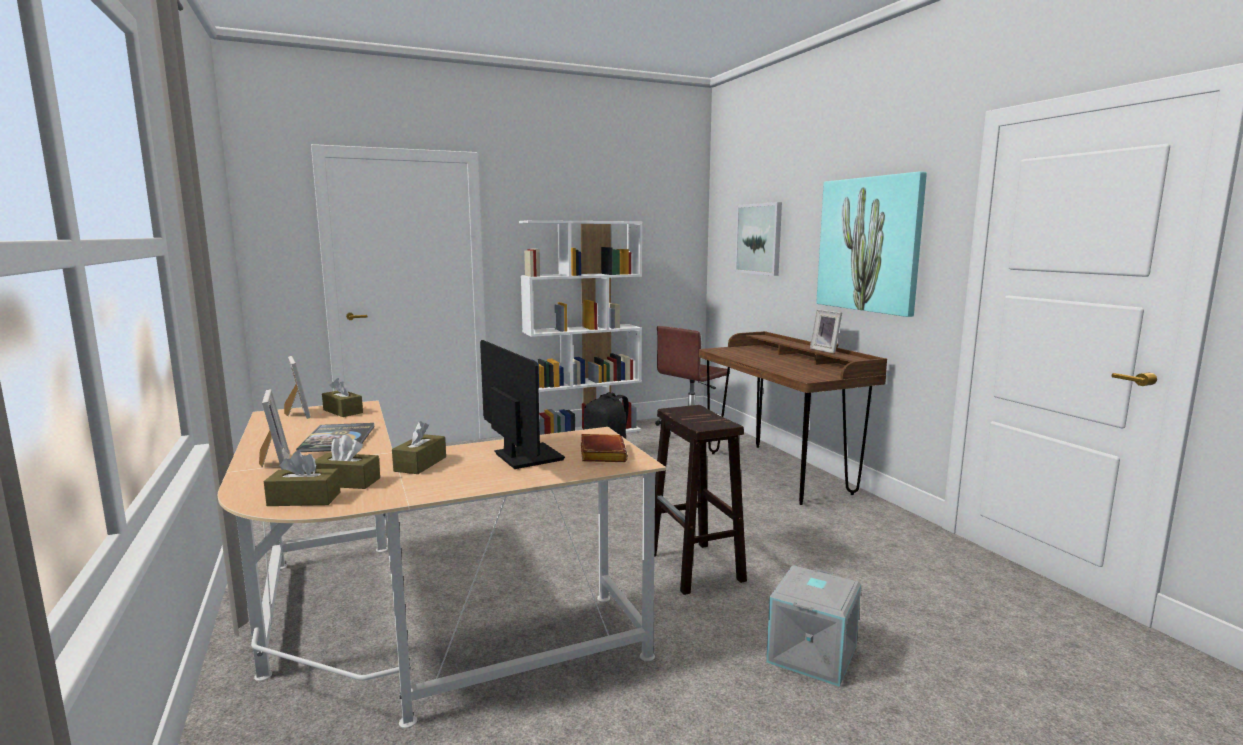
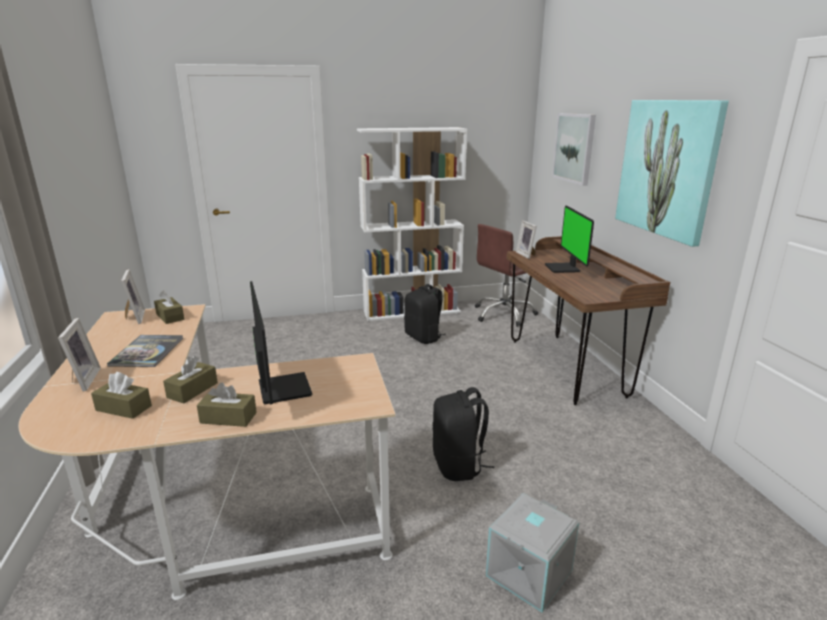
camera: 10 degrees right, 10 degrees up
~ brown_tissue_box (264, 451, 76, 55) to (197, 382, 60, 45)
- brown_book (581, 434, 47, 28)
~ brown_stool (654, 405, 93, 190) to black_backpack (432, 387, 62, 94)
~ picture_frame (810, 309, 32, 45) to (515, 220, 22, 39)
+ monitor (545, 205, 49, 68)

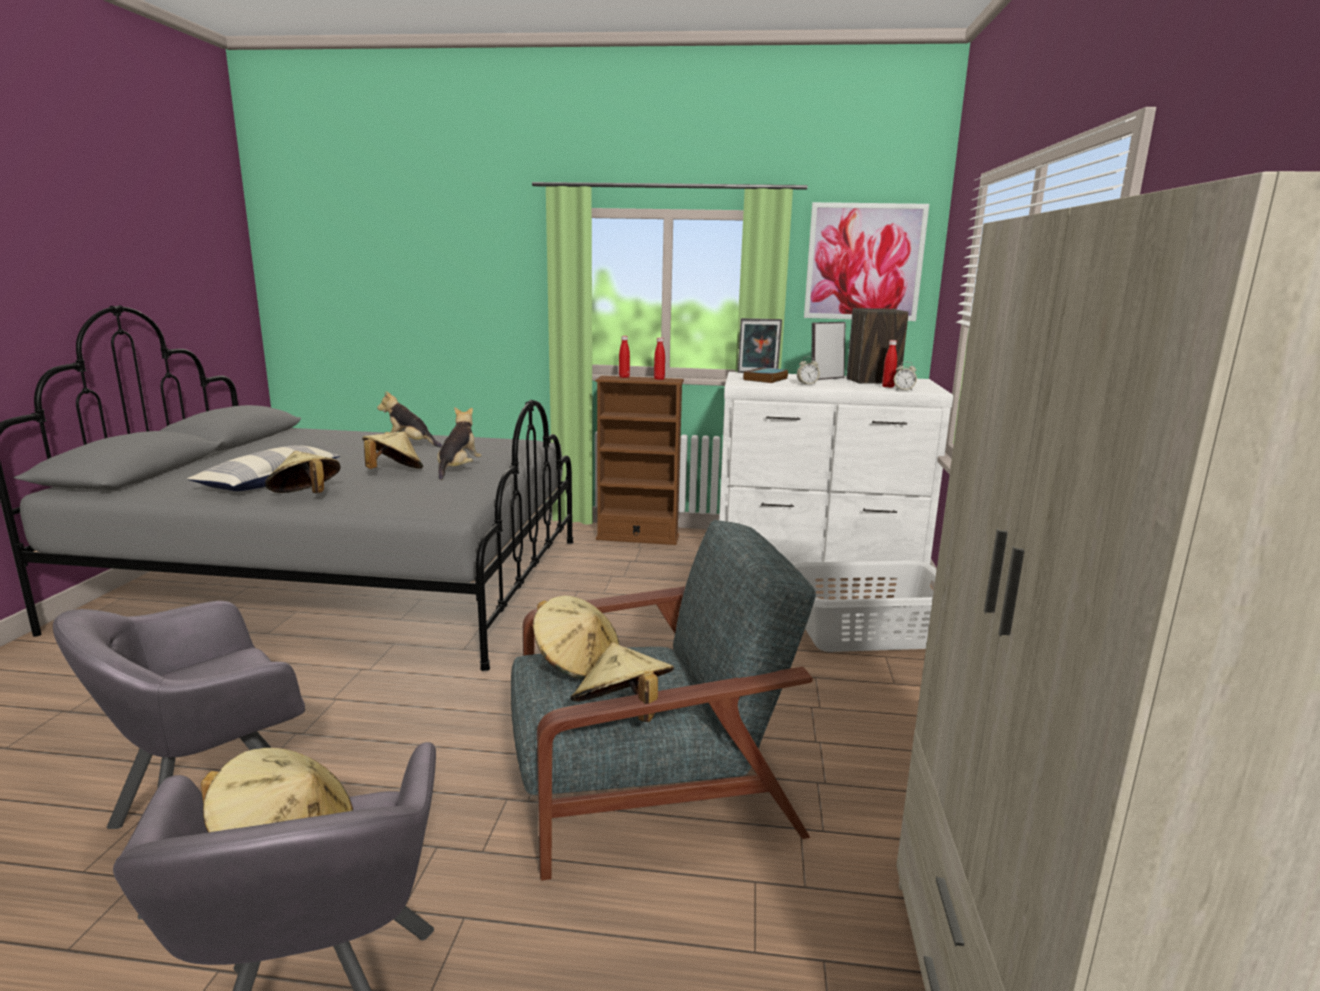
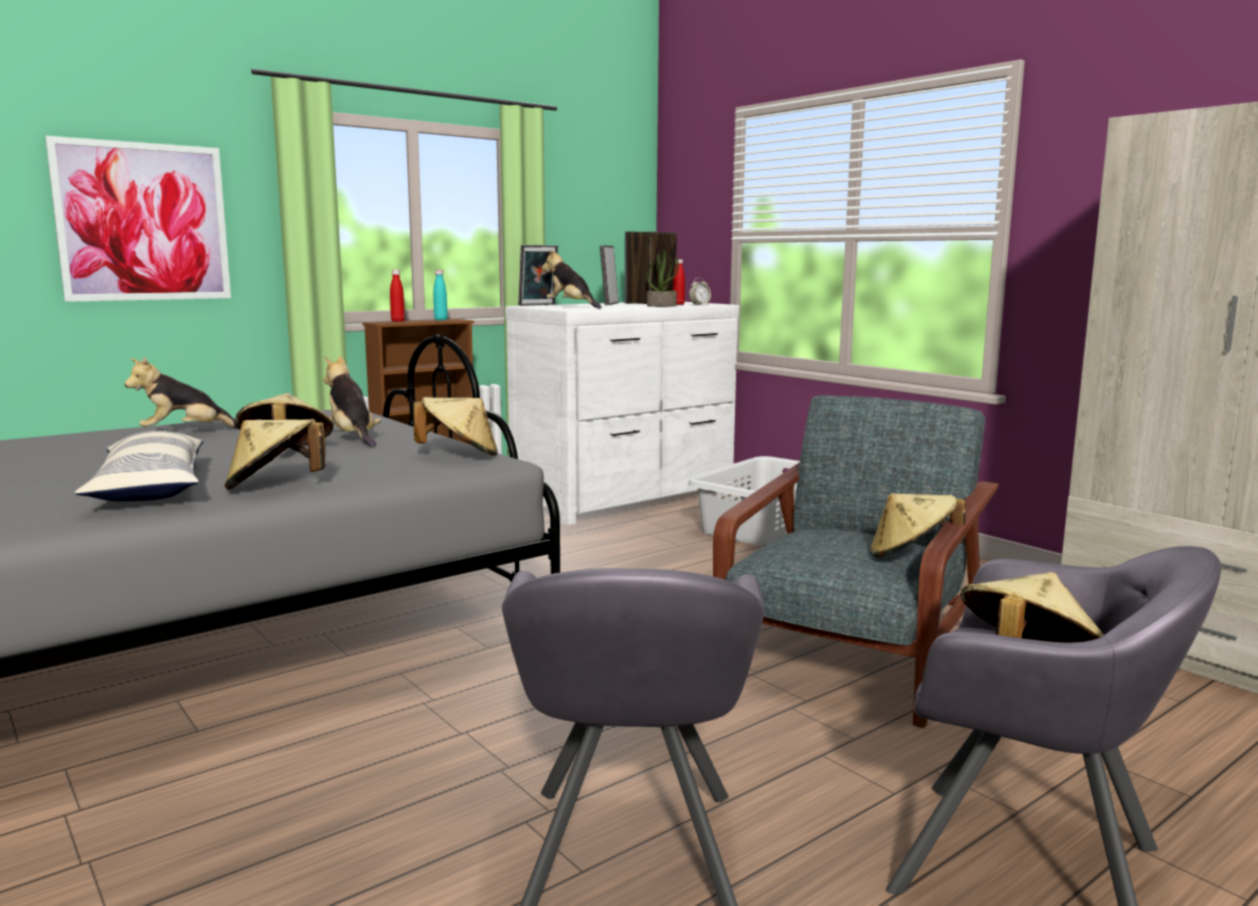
camera: 45 degrees left, 5 degrees down
~ beige_hat (533, 595, 86, 85) to (413, 397, 85, 59)
~ red_bottle (654, 337, 11, 43) to turquoise_bottle (433, 270, 15, 50)
~ book (743, 367, 45, 16) to plush_toy (542, 249, 60, 60)
- alarm_clock (797, 357, 23, 28)
~ picture (804, 202, 125, 119) to (45, 136, 186, 166)
+ potted_plant (647, 250, 32, 57)

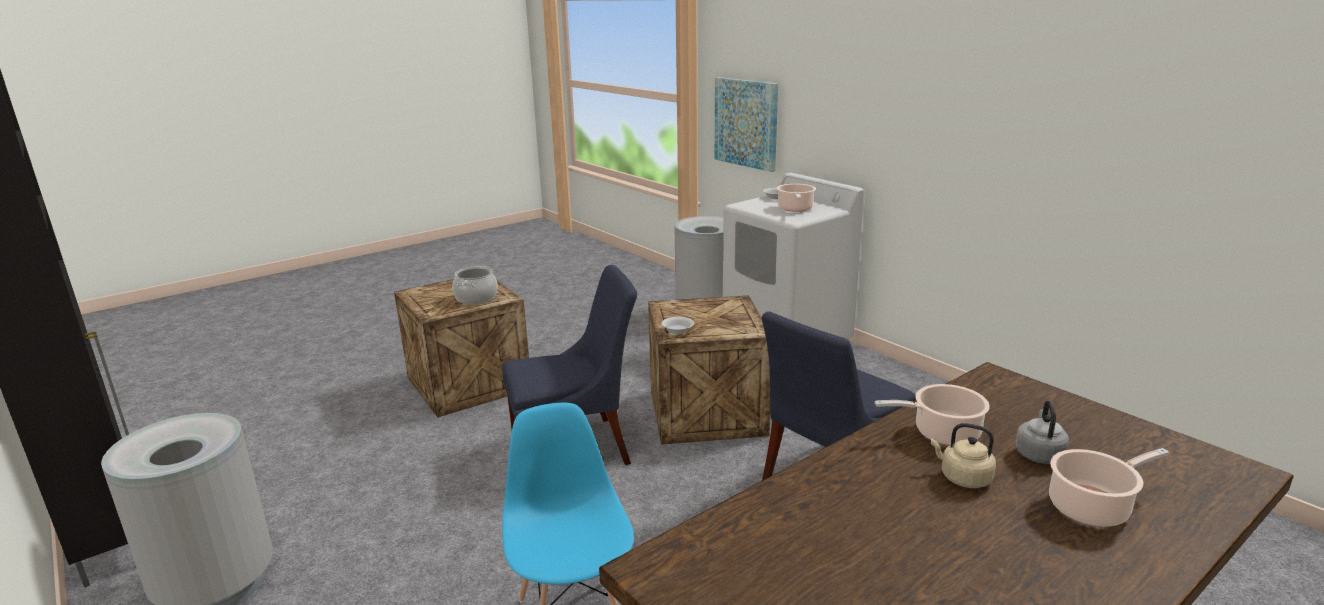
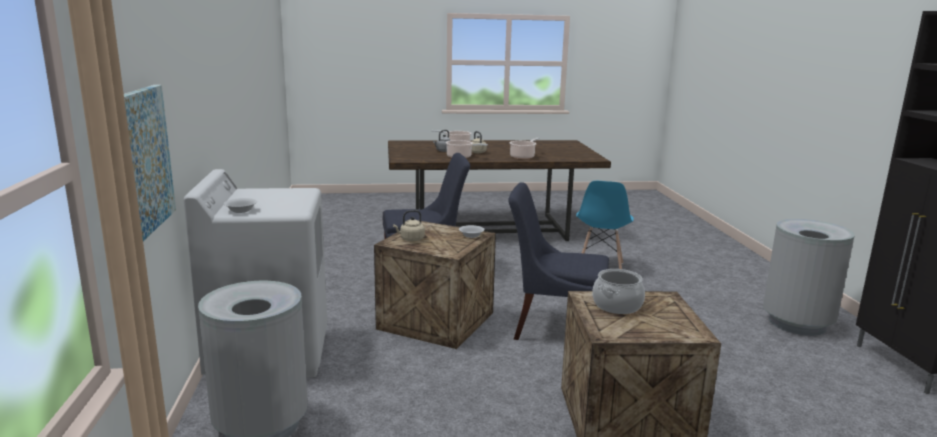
camera: 150 degrees left, 5 degrees down
~ cooking_pot (777, 184, 39, 28) to (509, 138, 31, 21)
+ beige_kettle (393, 210, 32, 31)

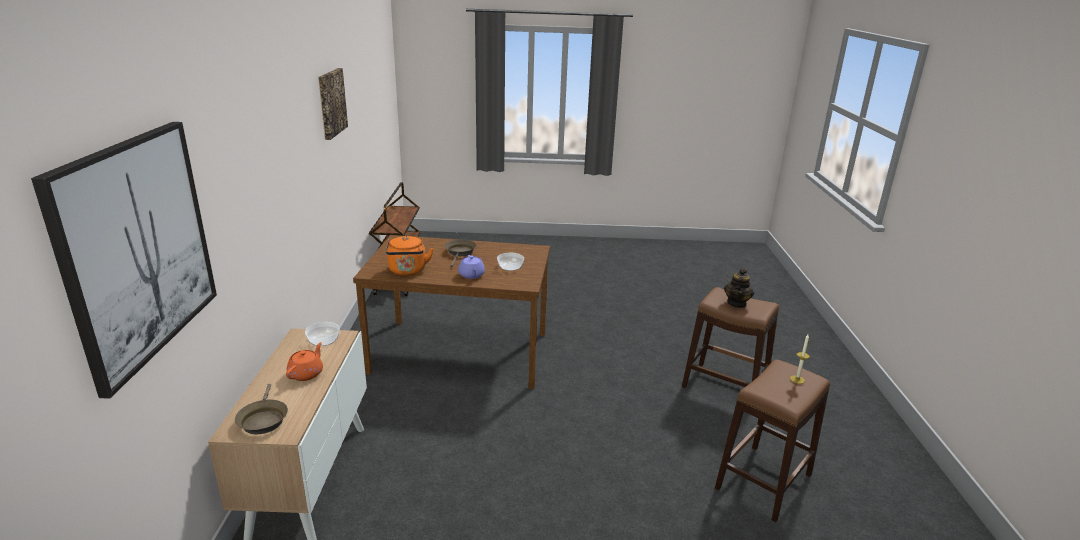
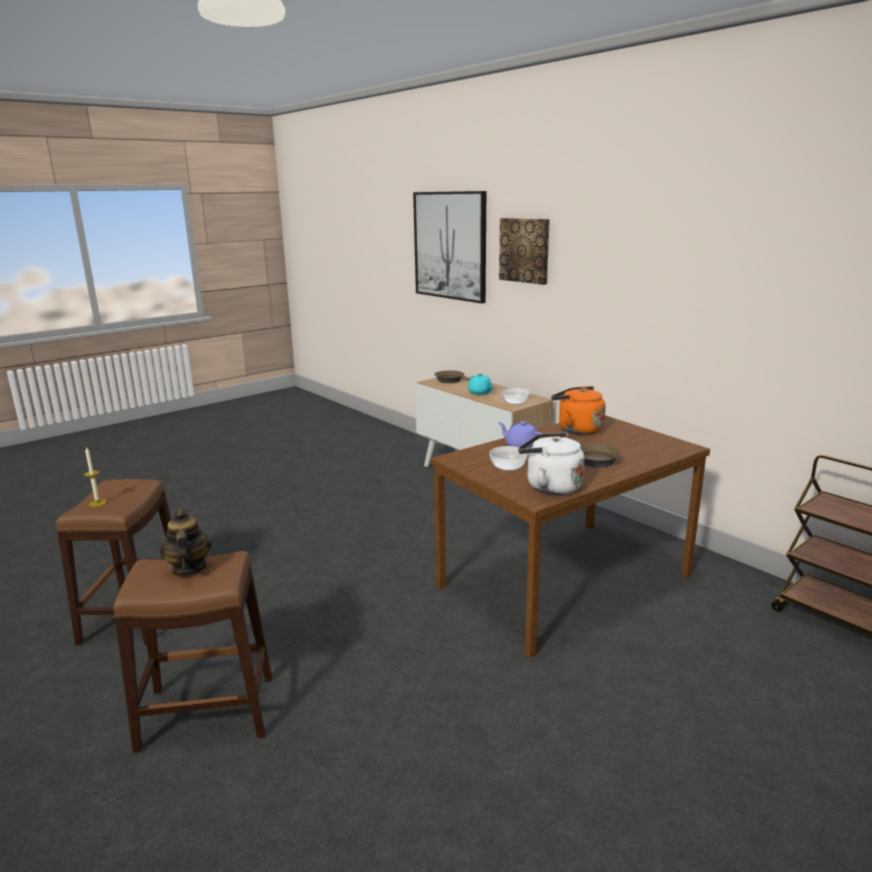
camera: 140 degrees right, 5 degrees down
~ orange_teapot (286, 342, 37, 39) to turquoise_teapot (468, 373, 25, 22)
~ picture (318, 68, 30, 72) to (499, 218, 51, 67)
+ white_kettle (518, 433, 67, 62)

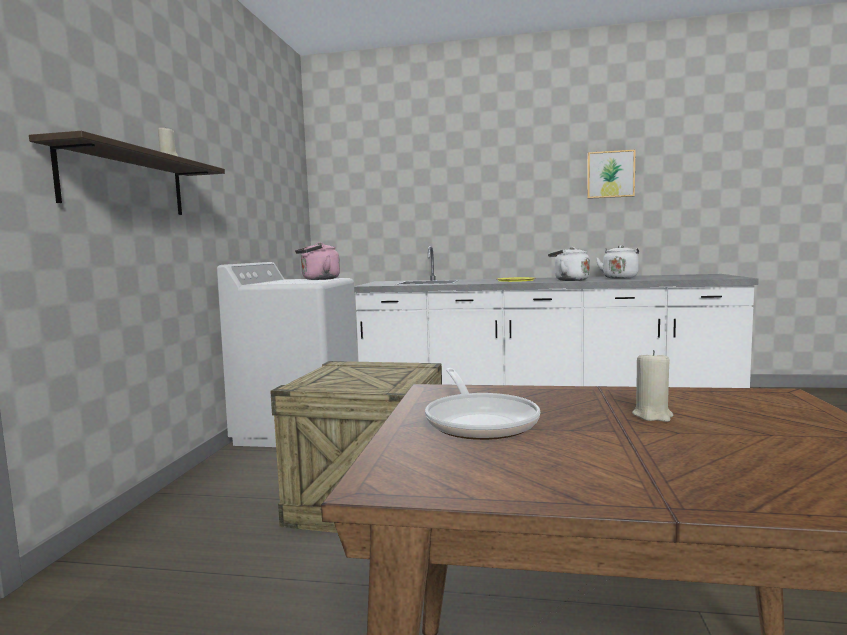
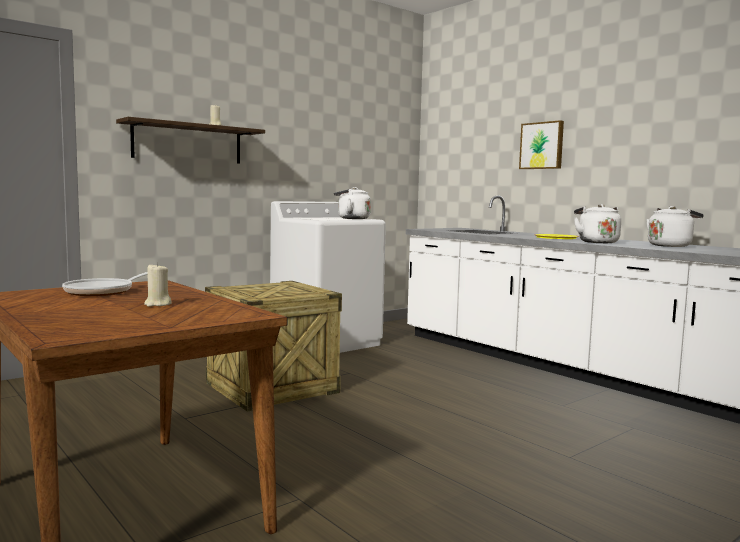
camera: 40 degrees right, 0 degrees up
~ pink_kettle (295, 242, 45, 38) to white_kettle (334, 187, 37, 32)
~ picture (587, 150, 49, 49) to (519, 120, 45, 49)

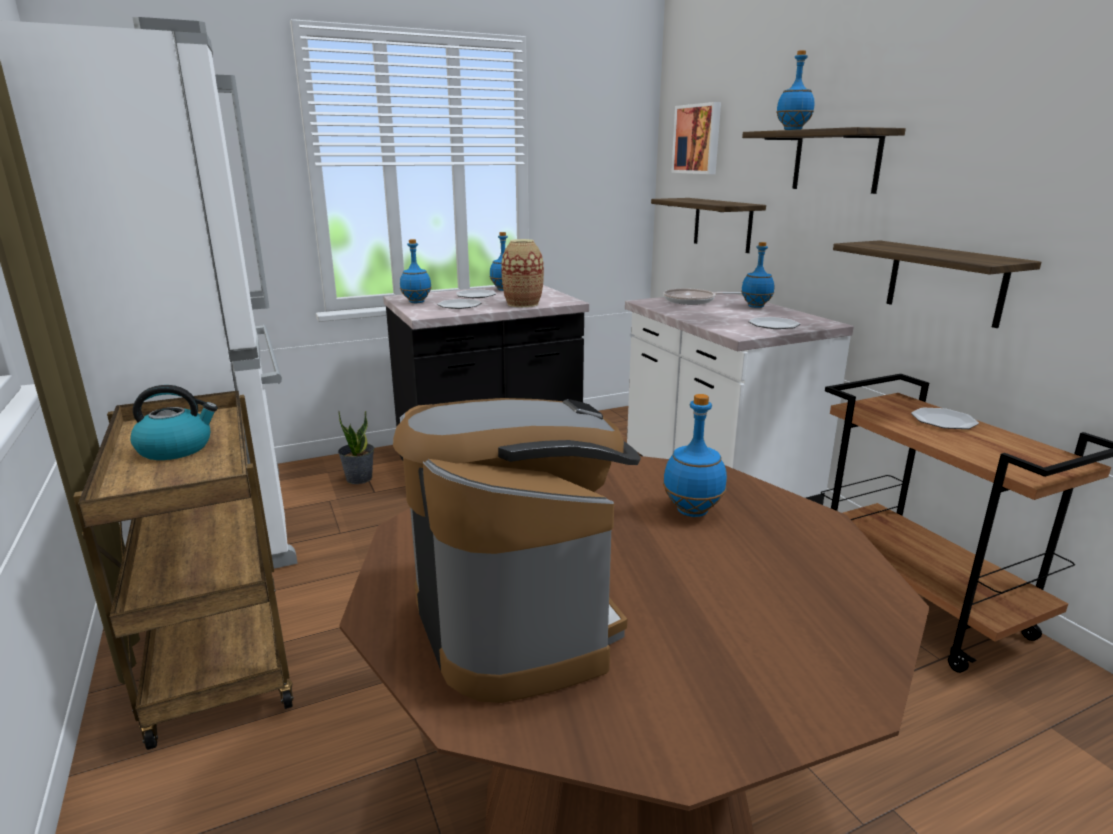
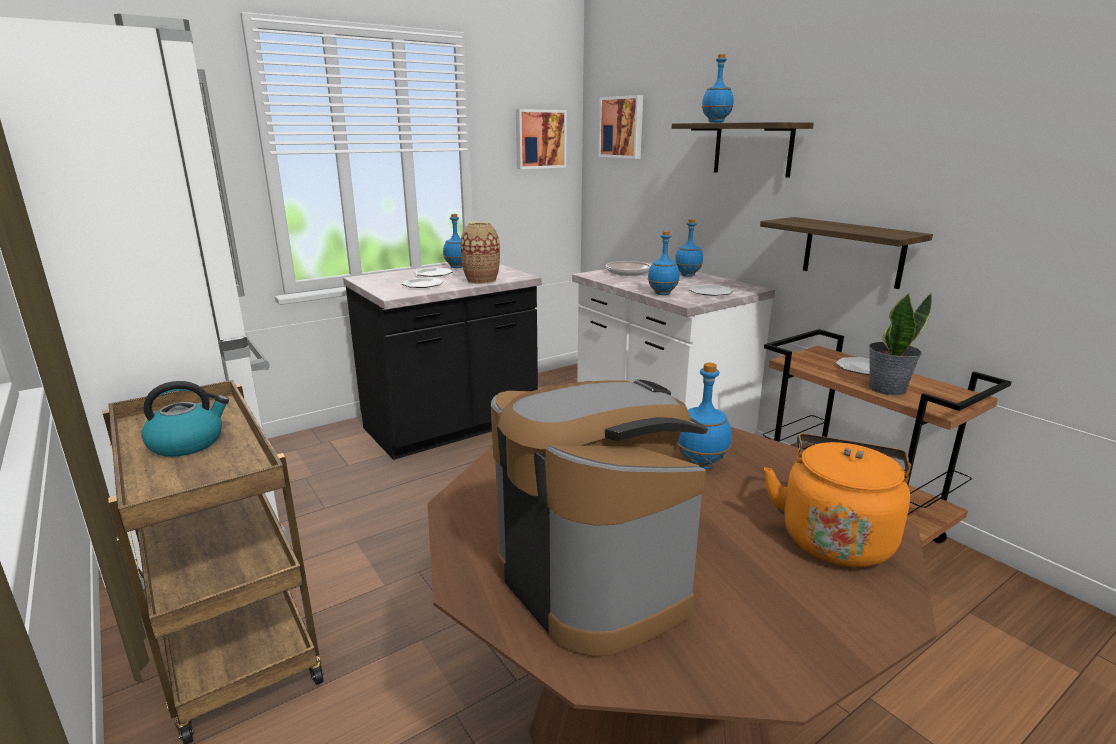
camera: 10 degrees left, 0 degrees up
~ potted_plant (338, 411, 36, 73) to (869, 292, 63, 104)
~ blue_bottle (400, 239, 32, 64) to (648, 231, 31, 64)
- shelf (651, 198, 115, 55)
+ picture (516, 109, 51, 60)
+ orange_kettle (764, 434, 147, 133)

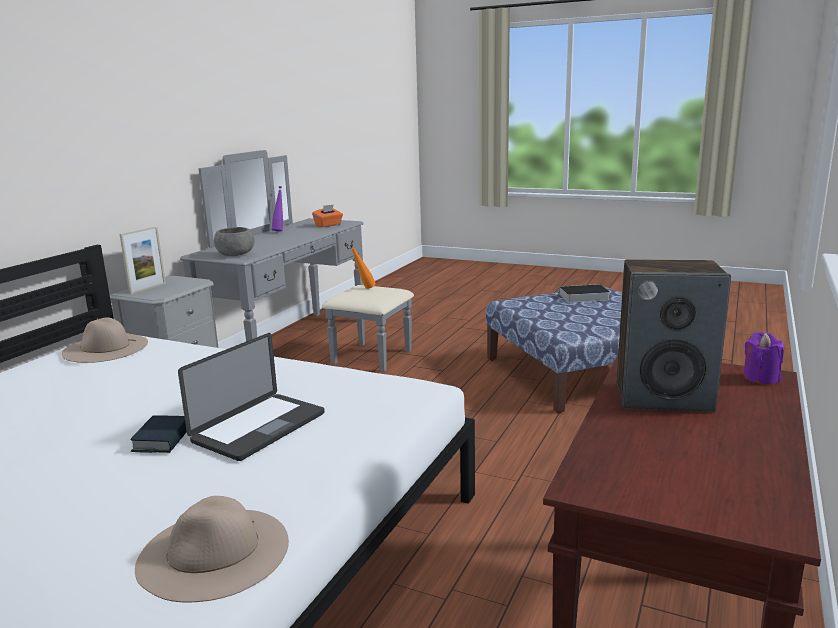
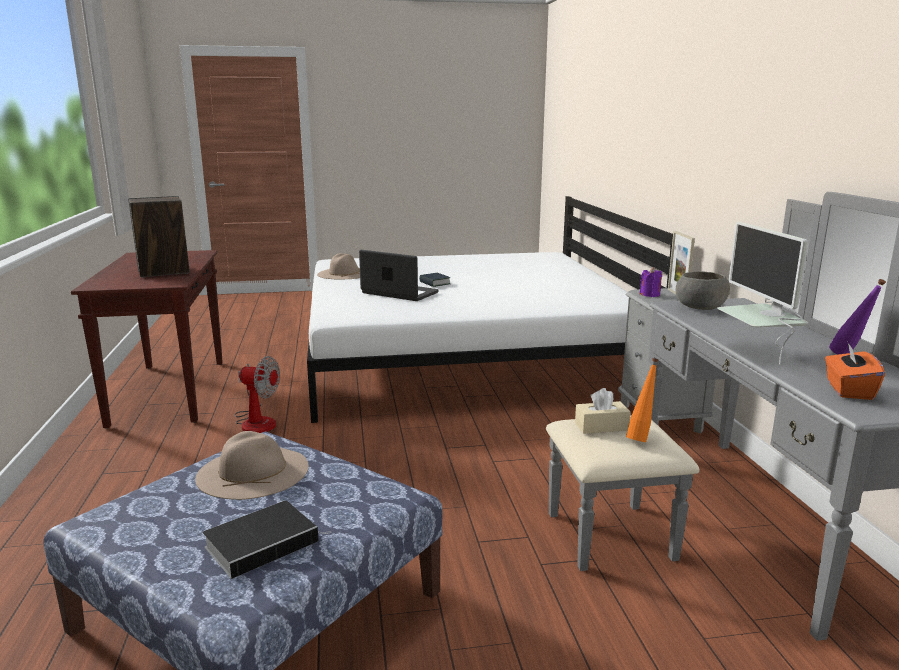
camera: 145 degrees right, 0 degrees up
~ beige_hat (62, 317, 86, 46) to (195, 431, 114, 69)
~ laptop (178, 333, 147, 128) = (359, 250, 80, 51) 120 degrees clockwise
~ purple_candle (744, 332, 40, 52) to (640, 267, 22, 30)
+ fan (235, 356, 45, 77)
+ beige_tissue_box (575, 388, 56, 46)
+ monitor (717, 222, 91, 142)

